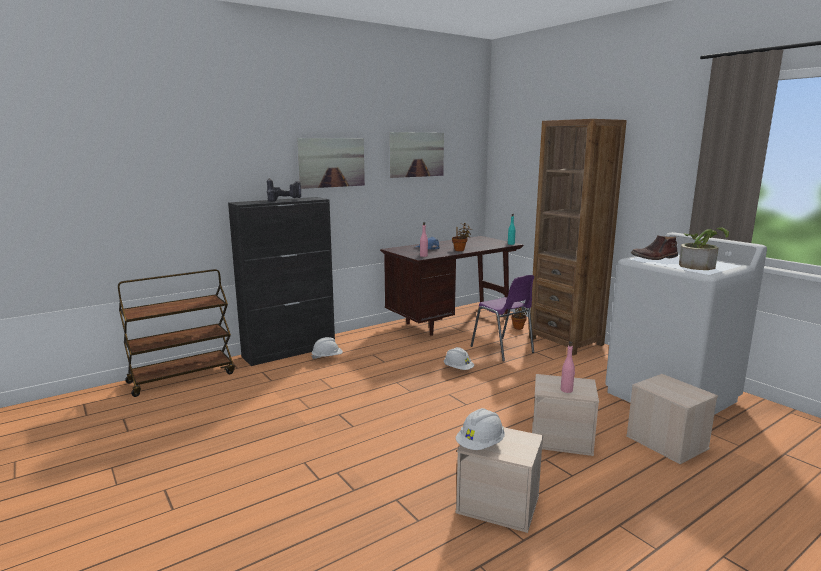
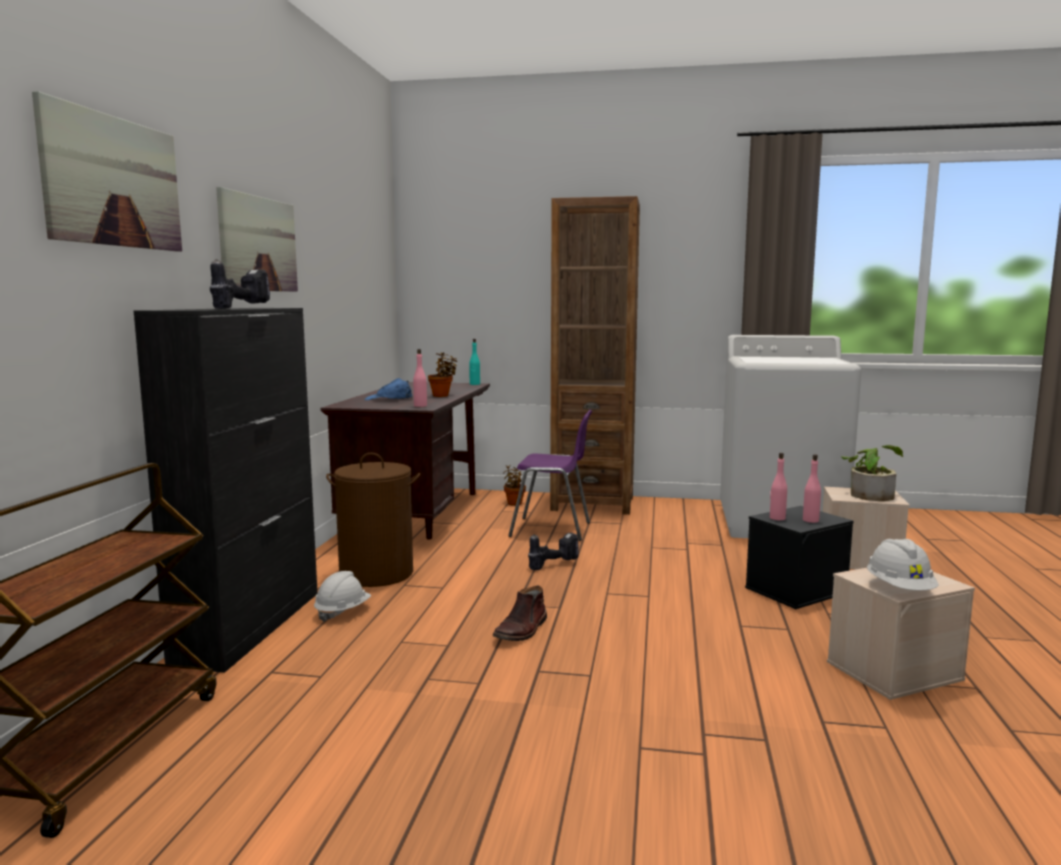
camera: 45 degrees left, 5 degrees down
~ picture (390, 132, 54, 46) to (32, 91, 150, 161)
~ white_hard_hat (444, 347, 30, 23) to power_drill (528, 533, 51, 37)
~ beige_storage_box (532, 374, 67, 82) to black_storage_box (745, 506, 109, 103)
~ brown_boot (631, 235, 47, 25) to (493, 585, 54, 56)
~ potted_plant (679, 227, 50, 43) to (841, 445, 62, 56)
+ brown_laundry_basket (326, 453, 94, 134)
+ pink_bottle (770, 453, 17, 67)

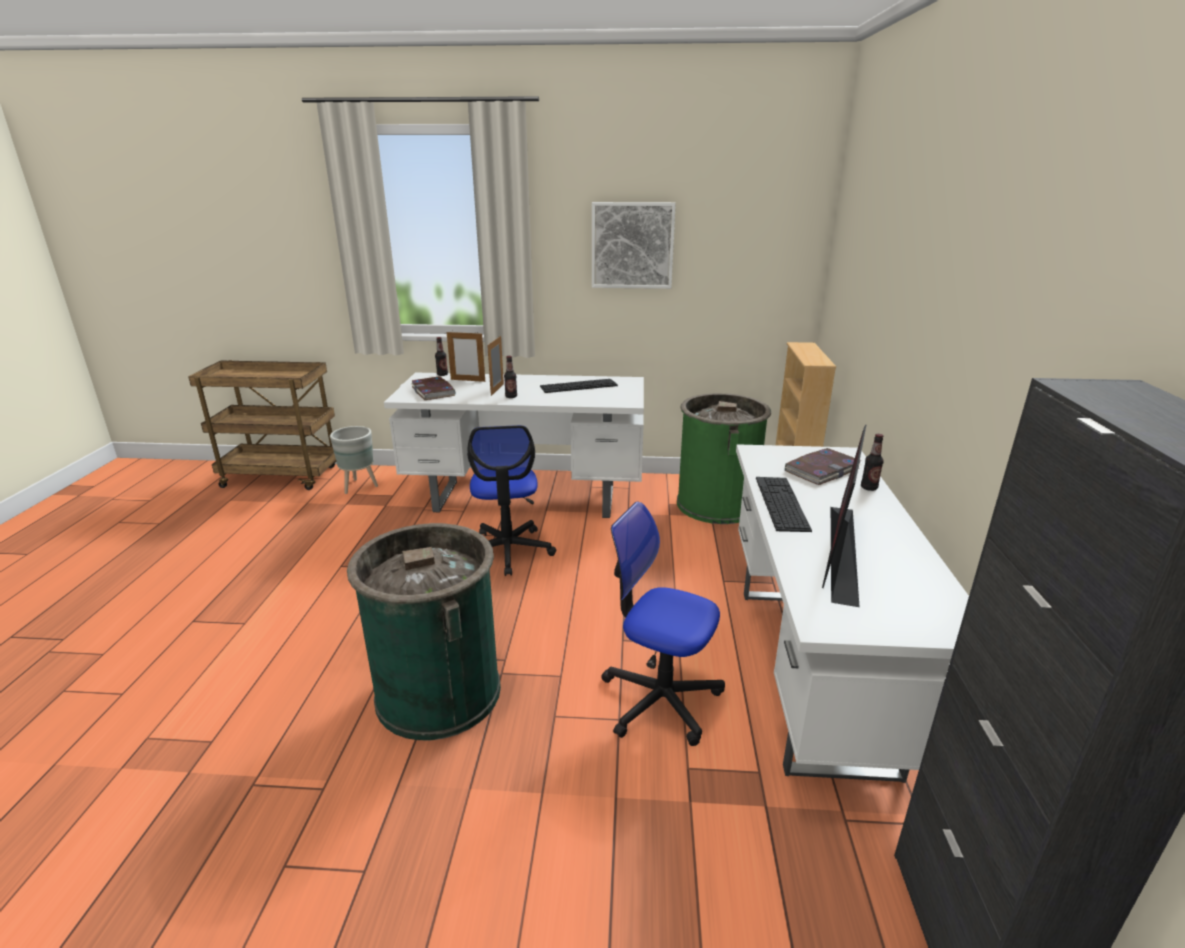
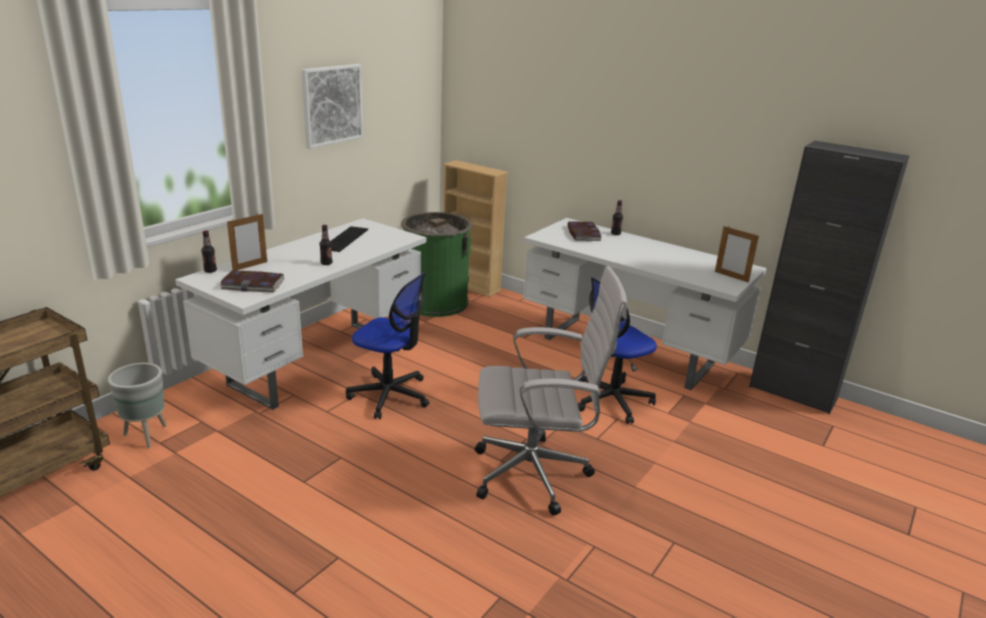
camera: 60 degrees left, 0 degrees up
~ green_trash_can (347, 523, 154, 217) to white_office_chair (475, 266, 152, 249)
~ picture_frame (487, 336, 17, 60) to (715, 226, 44, 57)
- keyboard (756, 477, 56, 55)
- monitor (822, 424, 44, 183)

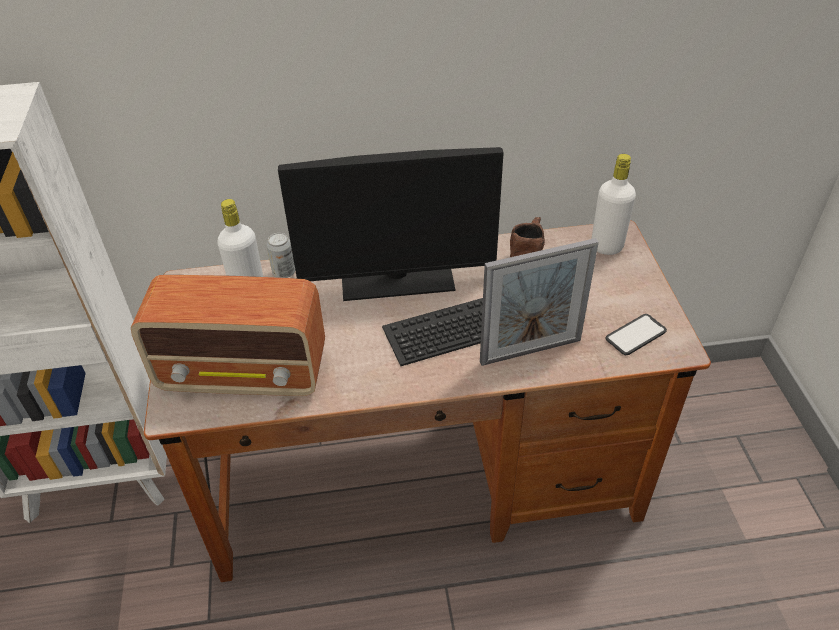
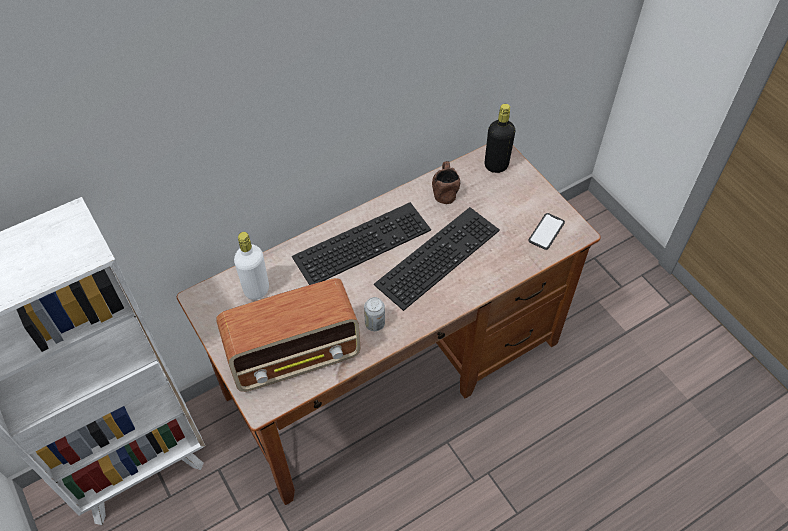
camera: 25 degrees left, 10 degrees up
~ can (267, 233, 28, 45) to (364, 297, 21, 34)
~ monitor (278, 147, 226, 154) to keyboard (292, 202, 139, 83)
- picture_frame (480, 238, 119, 128)
~ white_bottle (591, 154, 45, 101) to black_bottle (485, 104, 30, 69)

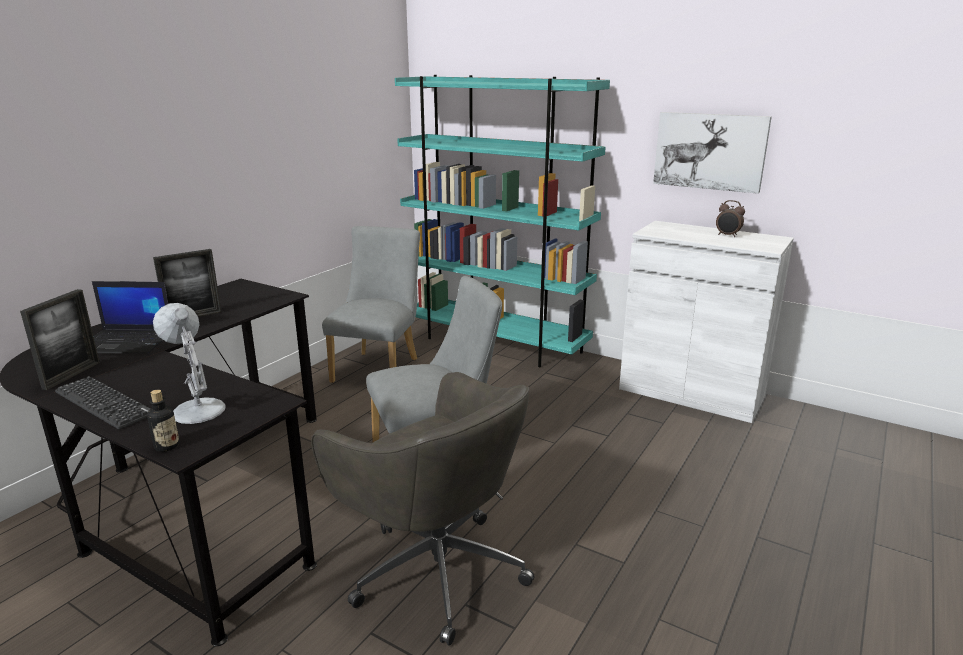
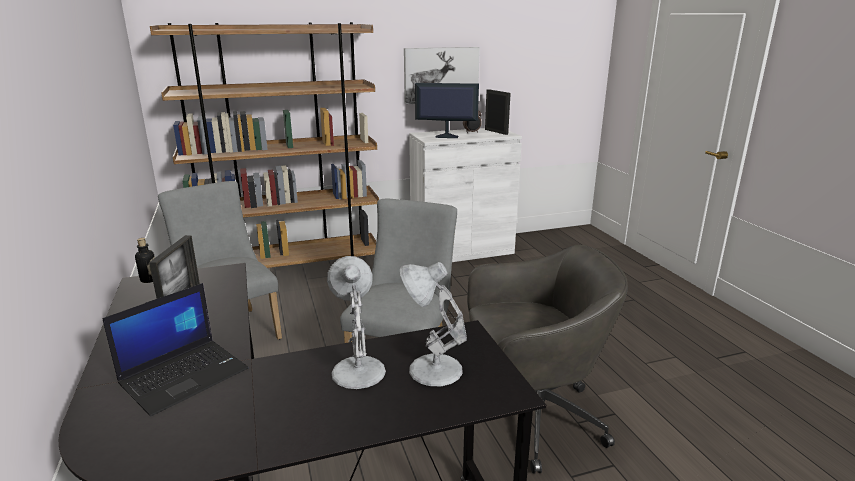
camera: 50 degrees left, 0 degrees up
~ picture_frame (20, 289, 80, 101) to (485, 89, 26, 46)
- keyboard (55, 376, 96, 53)
~ bottle (147, 390, 32, 62) to (135, 238, 20, 45)
~ turquoise_bookcase (395, 75, 215, 292) to brown_bookcase (150, 22, 229, 246)
+ white_table_lamp (327, 256, 59, 133)
+ monitor (415, 83, 64, 55)

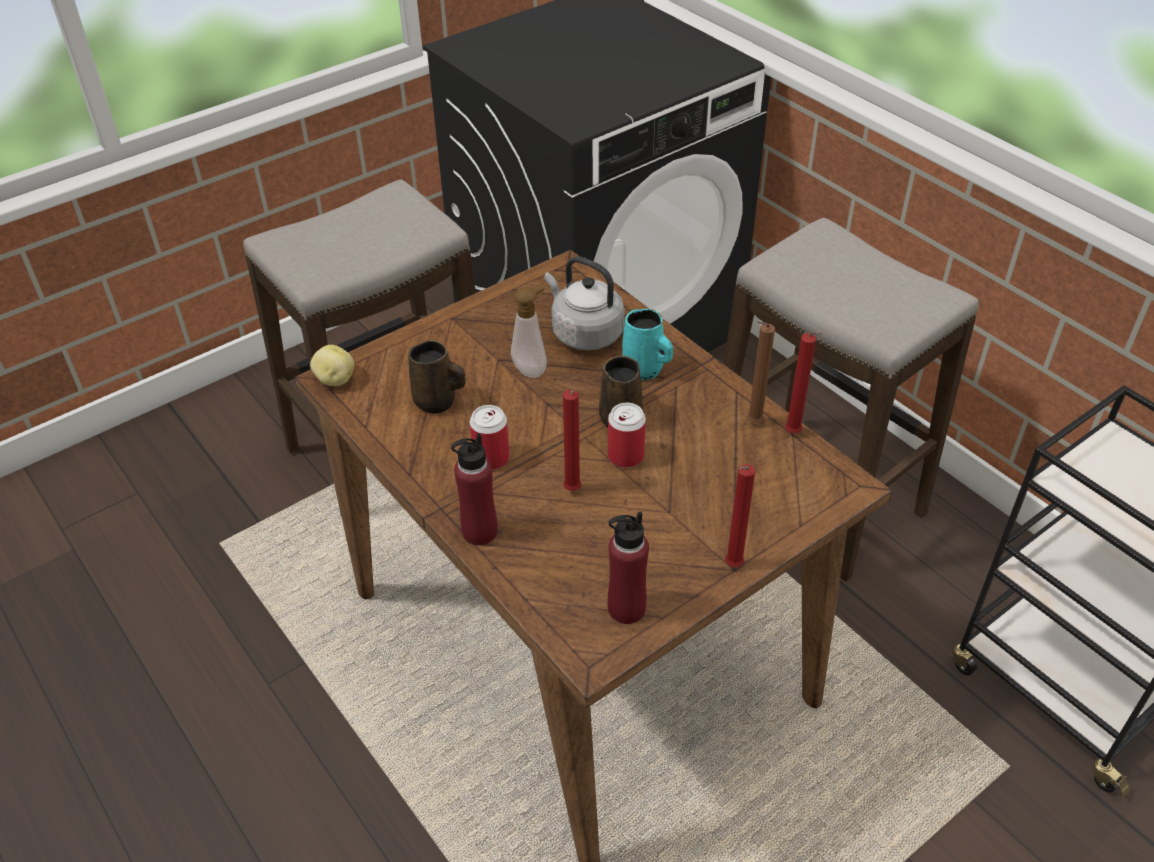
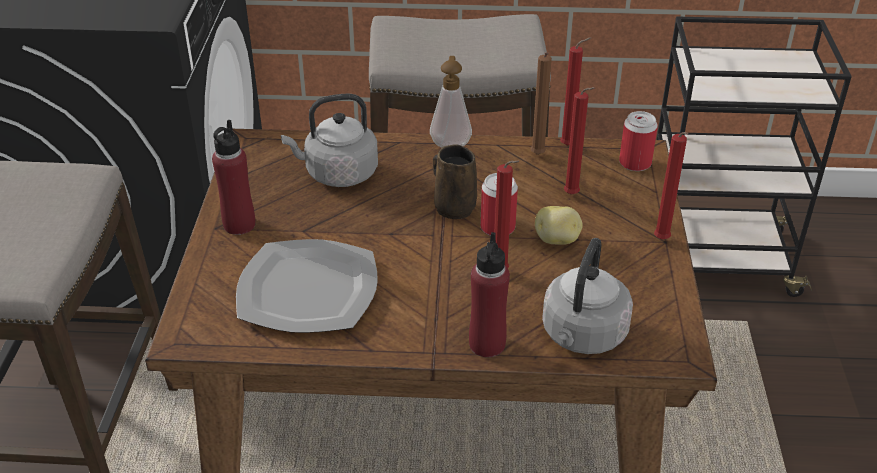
camera: 50 degrees left, 5 degrees down
~ potato (310, 345, 44, 41) to (535, 206, 48, 39)
~ brown_mug (408, 340, 58, 74) to plate (236, 239, 142, 94)
~ can (470, 405, 40, 65) to (619, 111, 39, 60)
~ soap_dispenser (511, 284, 36, 94) to (430, 56, 42, 92)
~ red_bottle (608, 511, 41, 113) to (212, 120, 43, 115)
- turquoise_mug (622, 309, 51, 71)
+ grey_kettle (542, 238, 91, 116)
+ red_candle (564, 87, 31, 108)

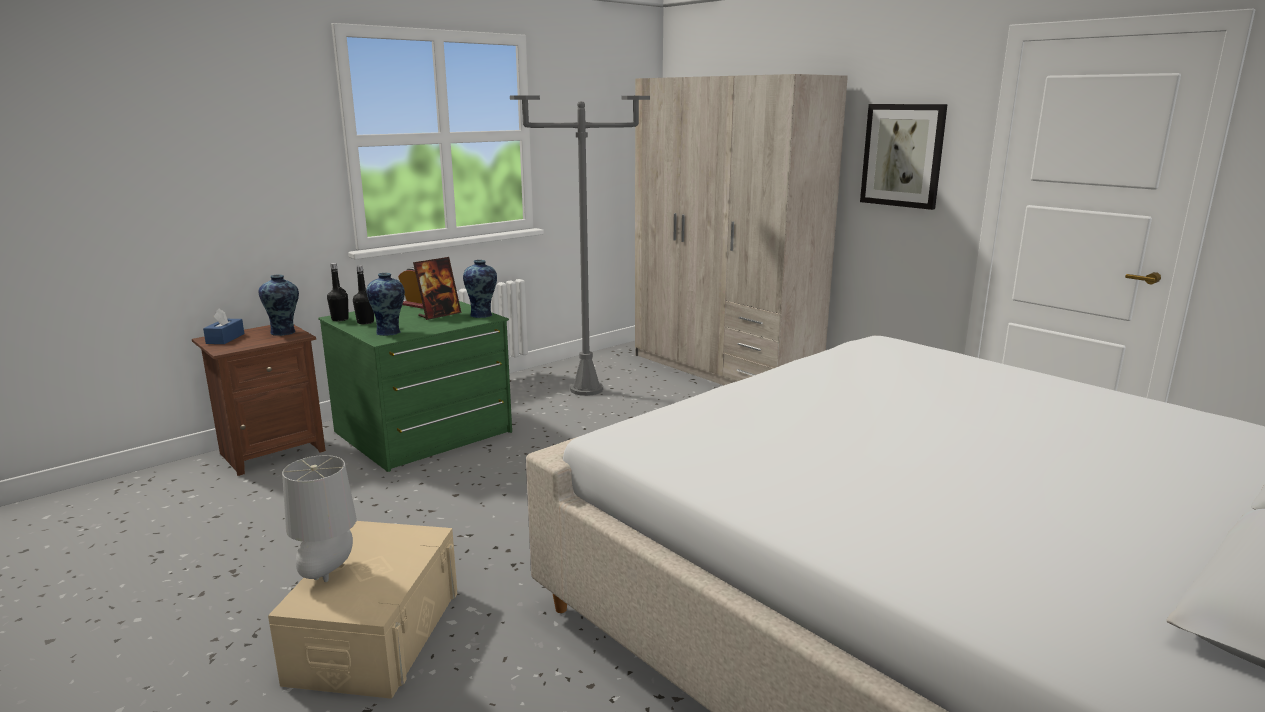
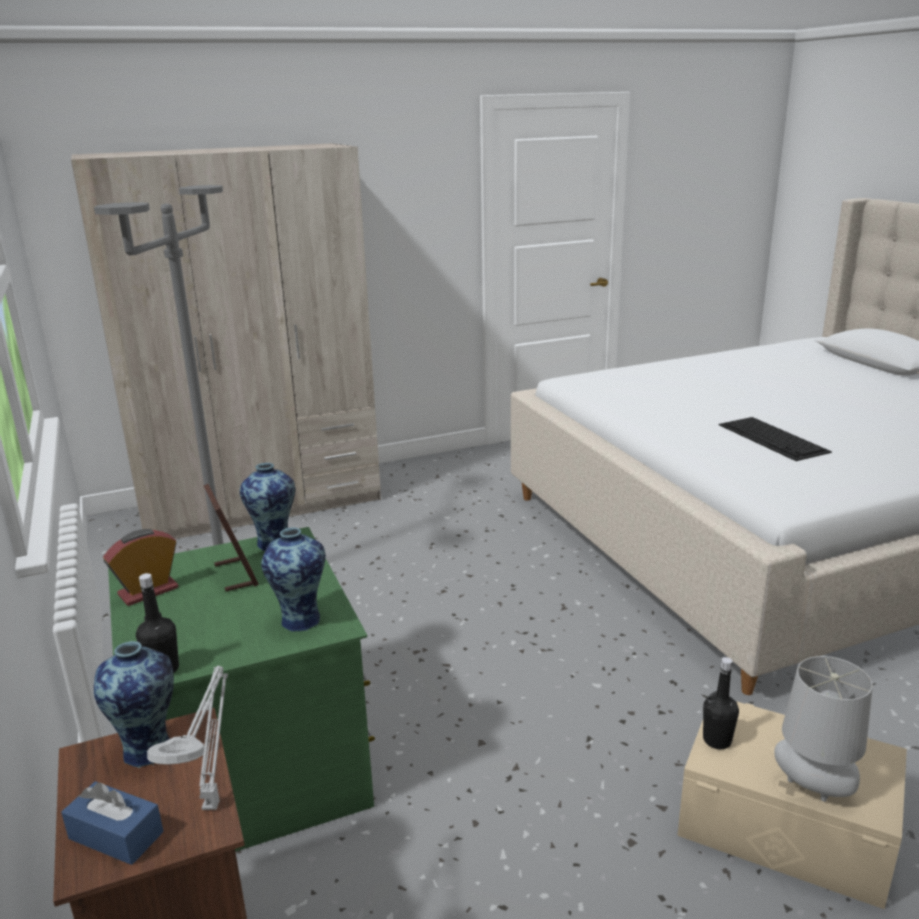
camera: 70 degrees left, 5 degrees up
~ black_bottle (353, 265, 21, 59) to (703, 657, 36, 92)
- picture (860, 104, 88, 106)
+ grey_table_lamp (147, 666, 81, 144)
+ keyboard (719, 417, 113, 44)

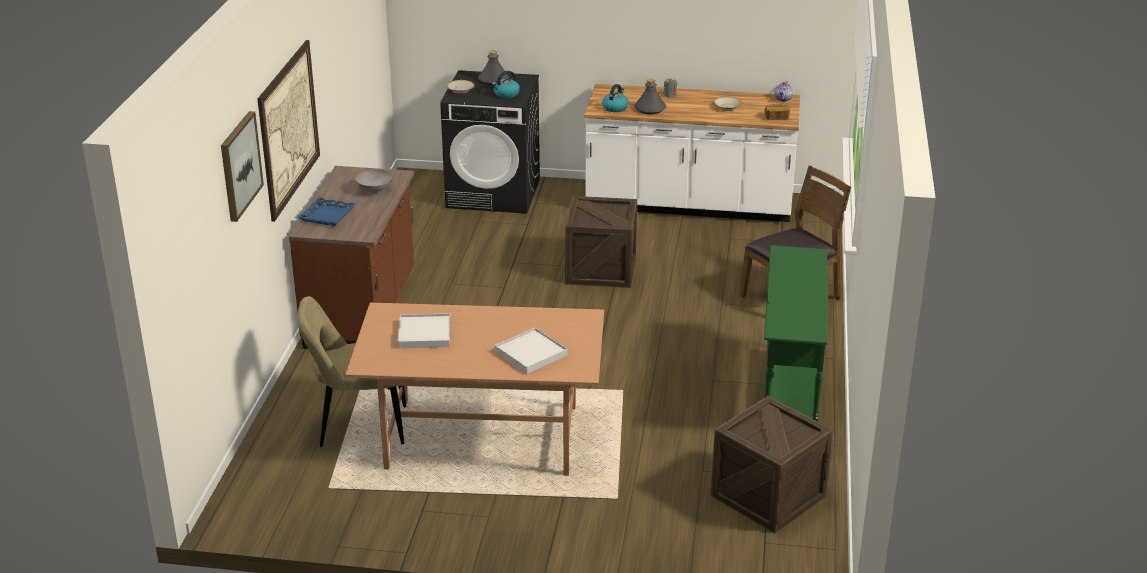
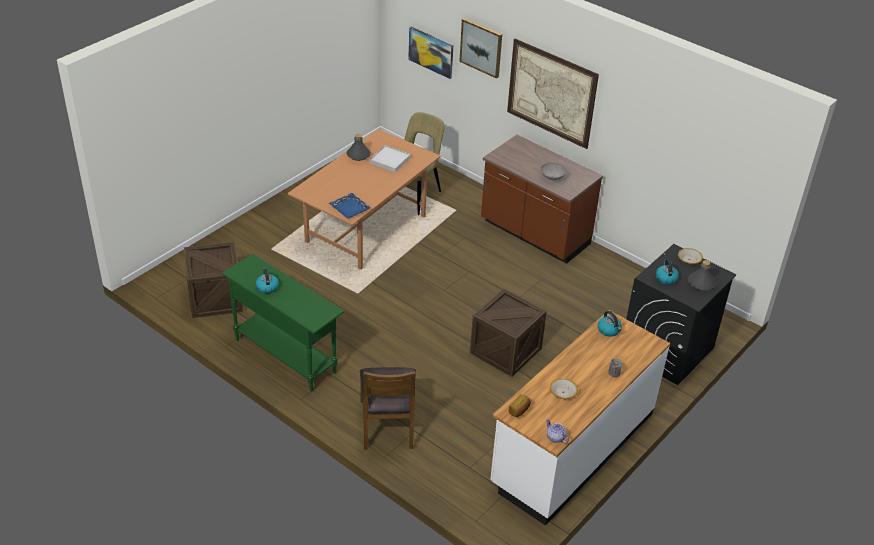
camera: 120 degrees right, 10 degrees up
~ blue_tray (298, 197, 58, 29) to (329, 193, 42, 26)
- white_tray (495, 328, 73, 46)
~ grey_bottle (634, 79, 32, 35) to (347, 134, 24, 27)
+ kettle (255, 268, 24, 25)
+ picture (408, 27, 45, 52)

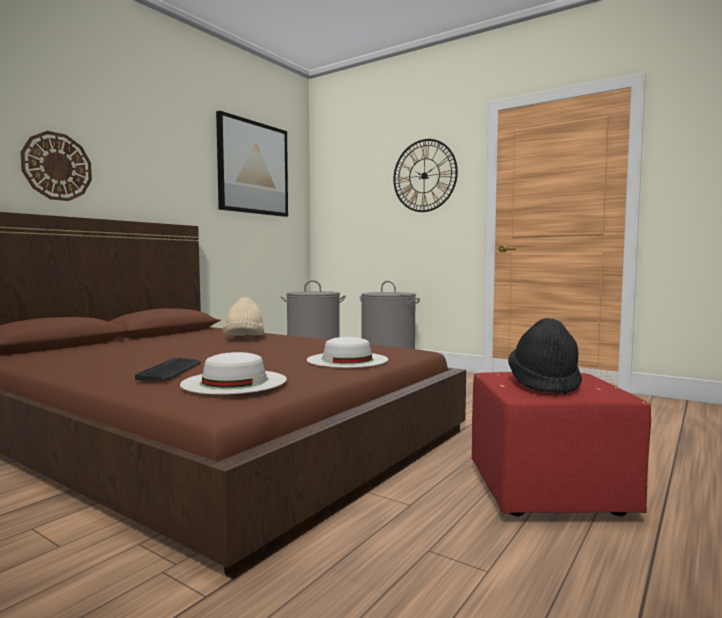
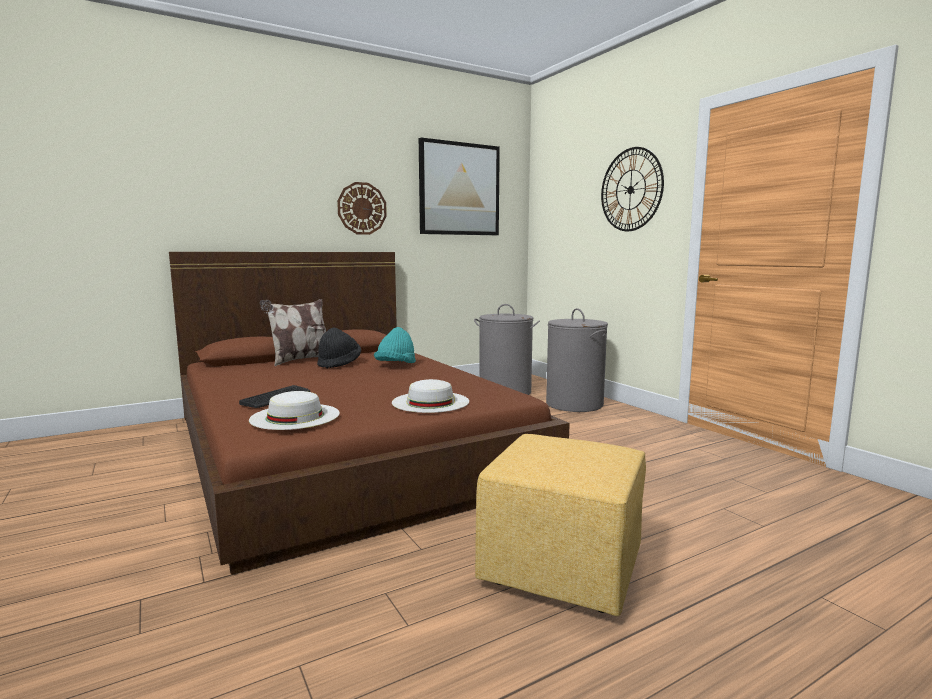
camera: 25 degrees right, 5 degrees up
~ wall_clock (21, 131, 71, 70) to (337, 182, 50, 53)
~ beige_hat (223, 297, 41, 39) to turquoise_hat (374, 327, 42, 36)
~ red_ottoman (472, 372, 179, 144) to yellow_ottoman (475, 434, 171, 182)
~ black_hat (508, 318, 74, 76) to (317, 327, 44, 42)
+ pillow (260, 299, 66, 67)

